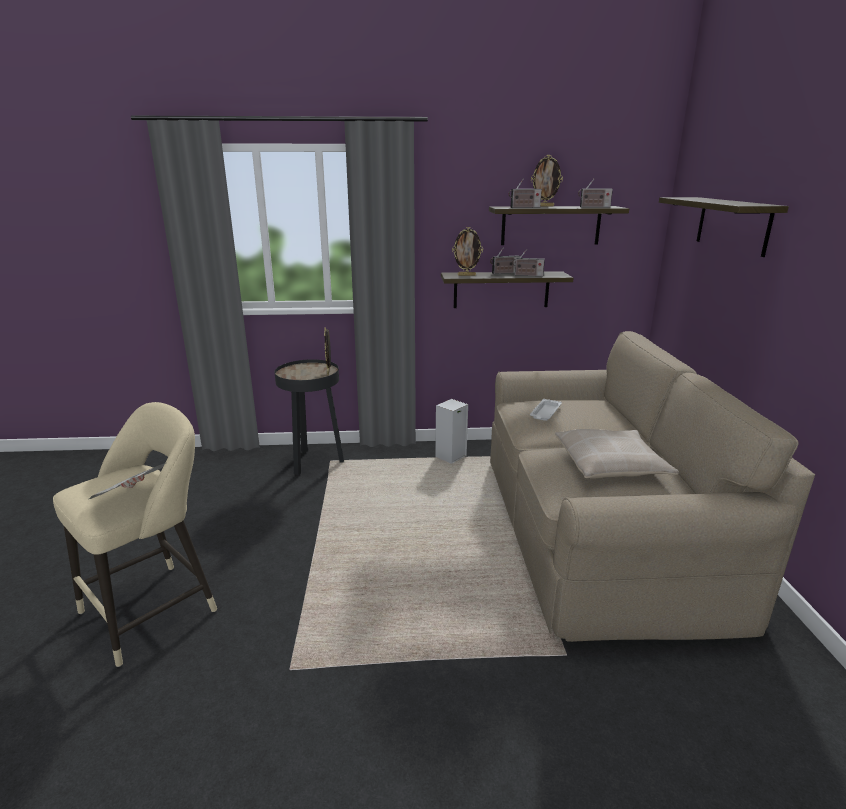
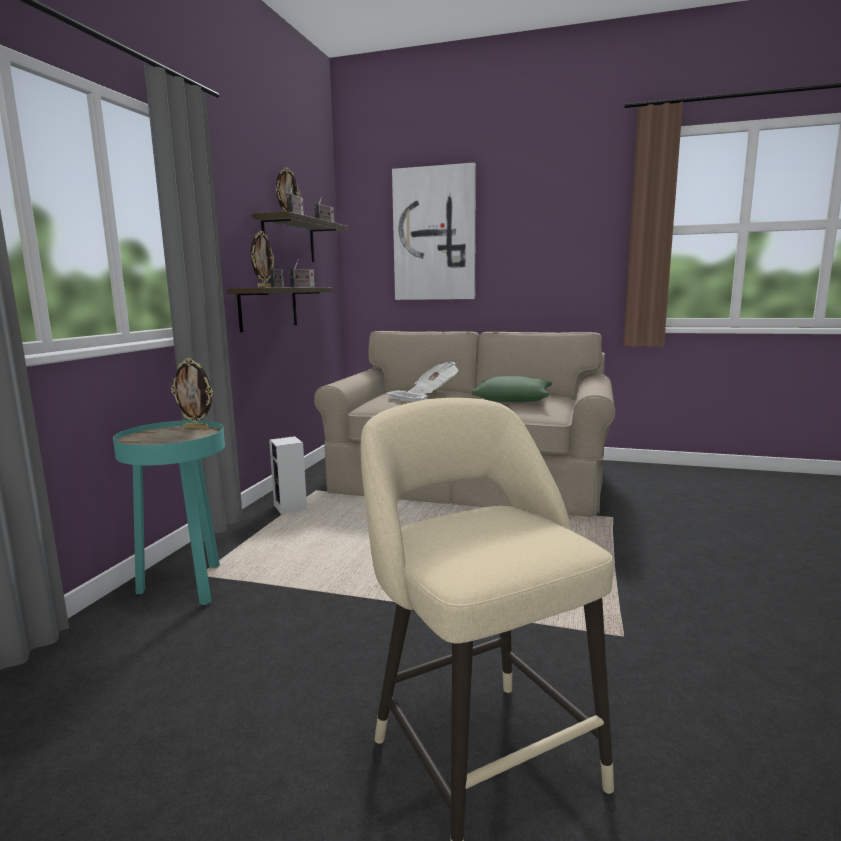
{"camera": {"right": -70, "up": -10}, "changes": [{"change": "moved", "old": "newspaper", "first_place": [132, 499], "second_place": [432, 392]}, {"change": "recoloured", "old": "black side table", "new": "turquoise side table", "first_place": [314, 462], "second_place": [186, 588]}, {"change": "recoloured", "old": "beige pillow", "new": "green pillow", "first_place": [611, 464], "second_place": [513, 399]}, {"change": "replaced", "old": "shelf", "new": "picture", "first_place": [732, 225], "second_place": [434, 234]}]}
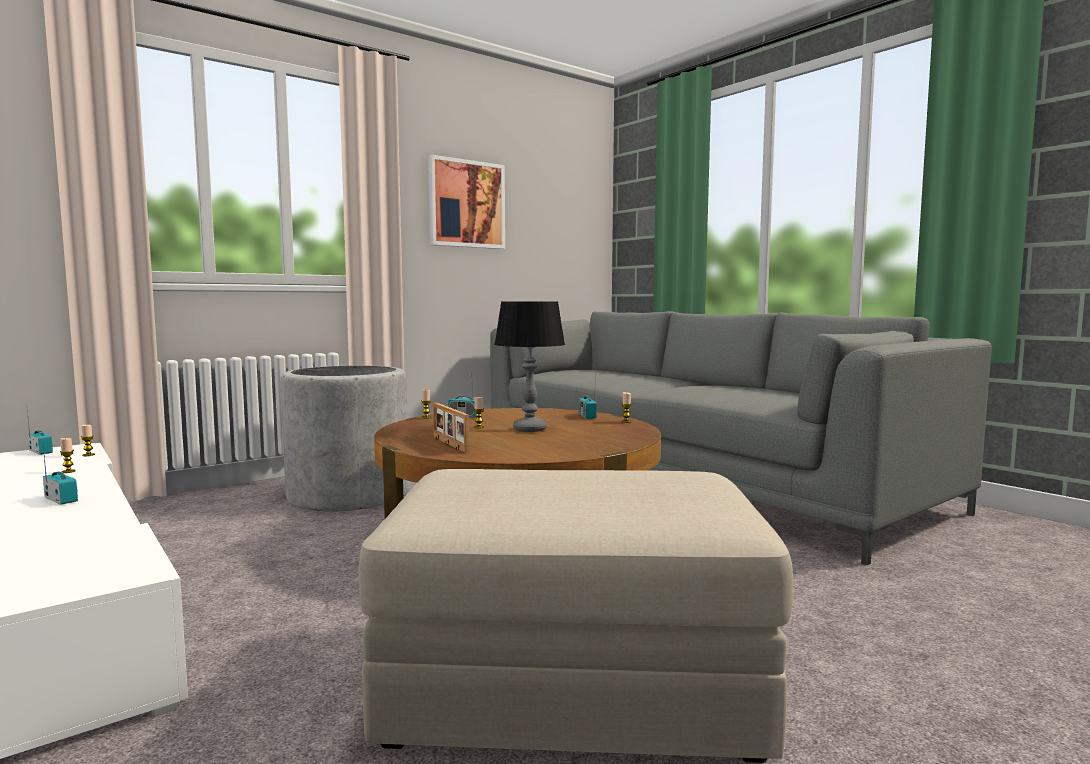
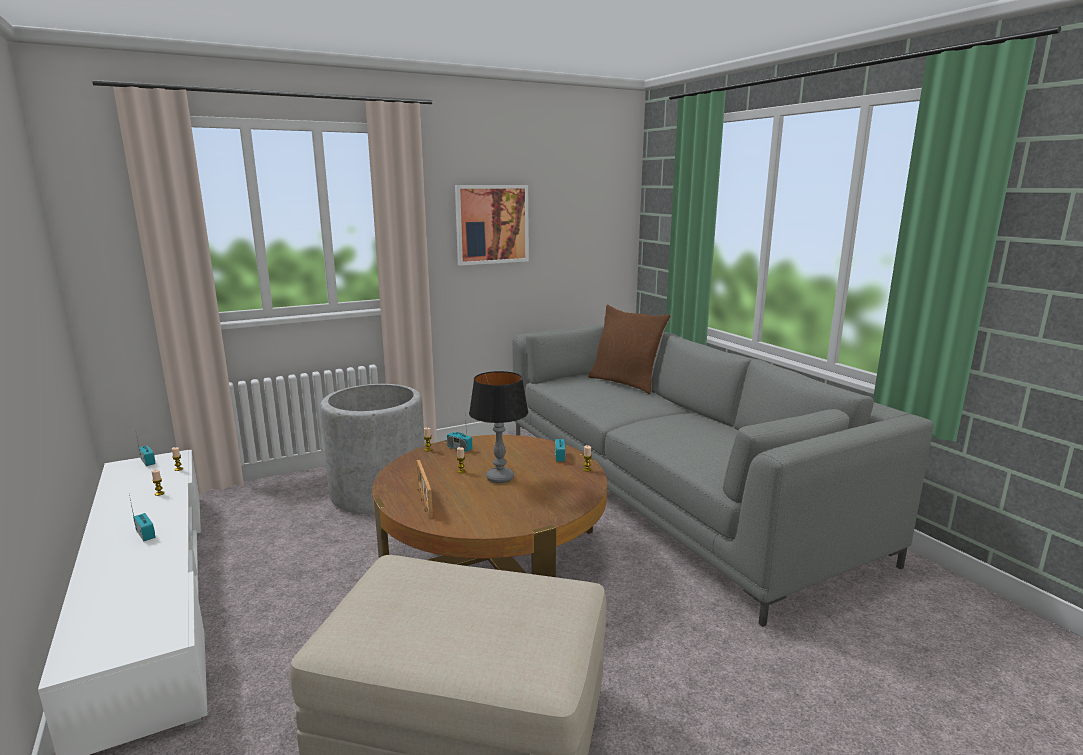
{"camera": {"right": 10, "up": 10}, "changes": [{"change": "added", "new": "brown pillow", "second_place": [626, 383]}]}
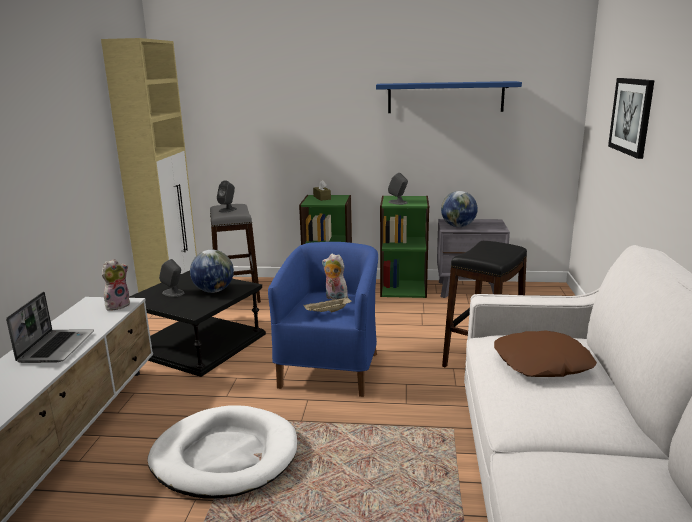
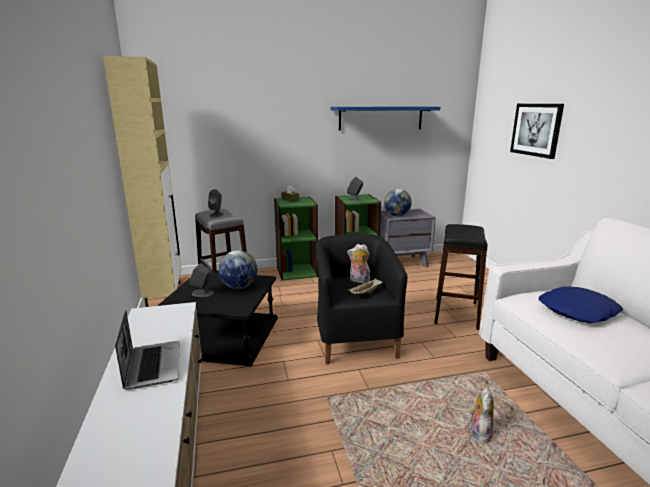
{"camera": {"right": -20, "up": 0}, "changes": [{"change": "moved", "old": "plush toy", "first_place": [118, 305], "second_place": [479, 433]}, {"change": "removed", "old": "white dog bed", "first_place": [225, 456]}, {"change": "recoloured", "old": "blue armchair", "new": "black armchair", "first_place": [331, 367], "second_place": [354, 338]}, {"change": "recoloured", "old": "brown pillow", "new": "blue pillow", "first_place": [542, 363], "second_place": [578, 311]}]}
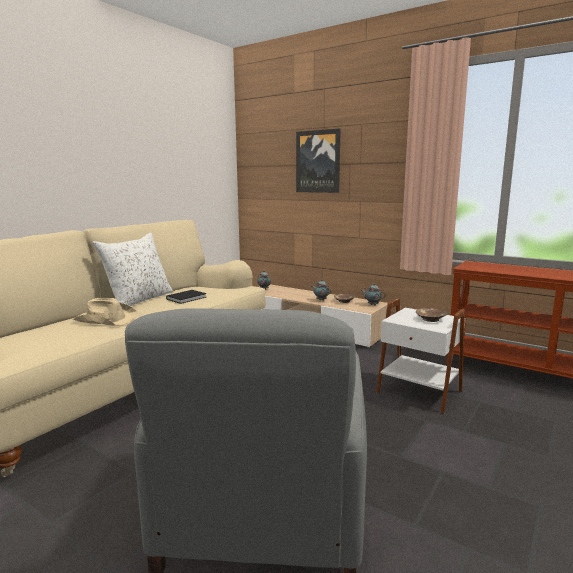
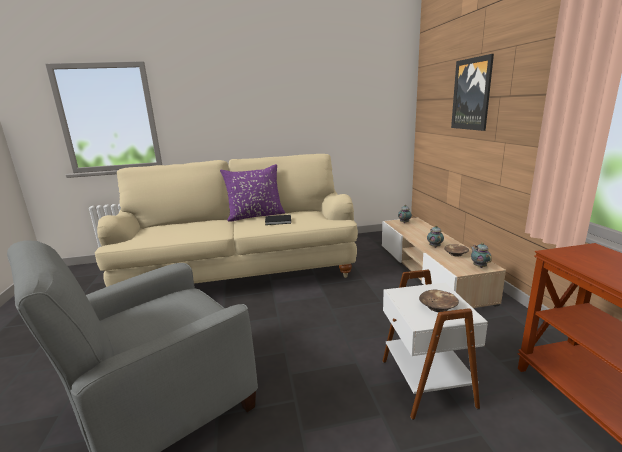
{"camera": {"right": 45, "up": 5}, "changes": [{"change": "removed", "old": "beige hat", "first_place": [106, 319]}, {"change": "recoloured", "old": "white pillow", "new": "purple pillow", "first_place": [139, 300], "second_place": [255, 216]}]}
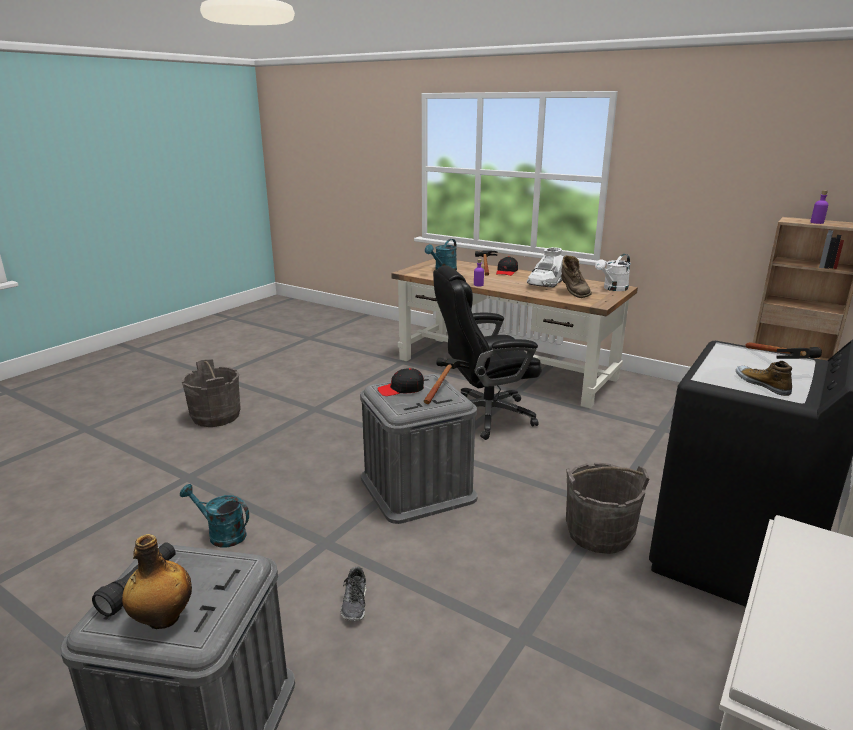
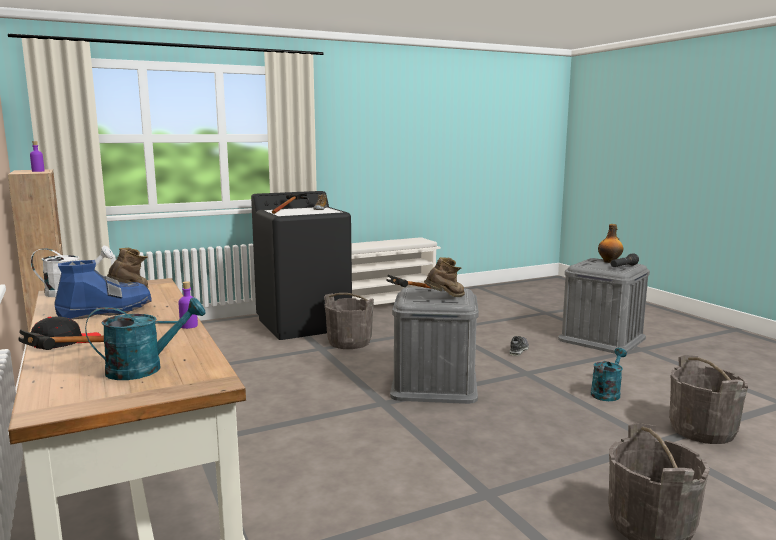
{"camera": {"right": -150, "up": -10}, "changes": [{"change": "turned", "old": "turquoise watering can", "first_place": [221, 534], "second_place": [607, 393], "degrees": -105}, {"change": "replaced", "old": "black cap", "new": "brown boot", "first_place": [401, 389], "second_place": [445, 298]}, {"change": "removed", "old": "black office chair", "first_place": [484, 415]}, {"change": "recoloured", "old": "white boot", "new": "blue boot", "first_place": [546, 283], "second_place": [106, 311]}, {"change": "added", "new": "grey bucket", "second_place": [702, 430]}]}
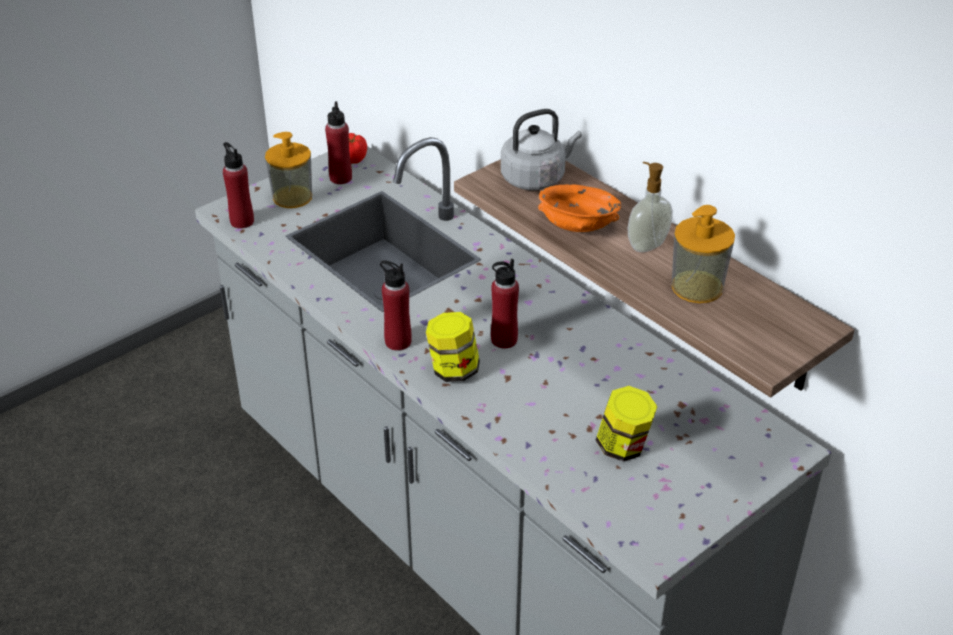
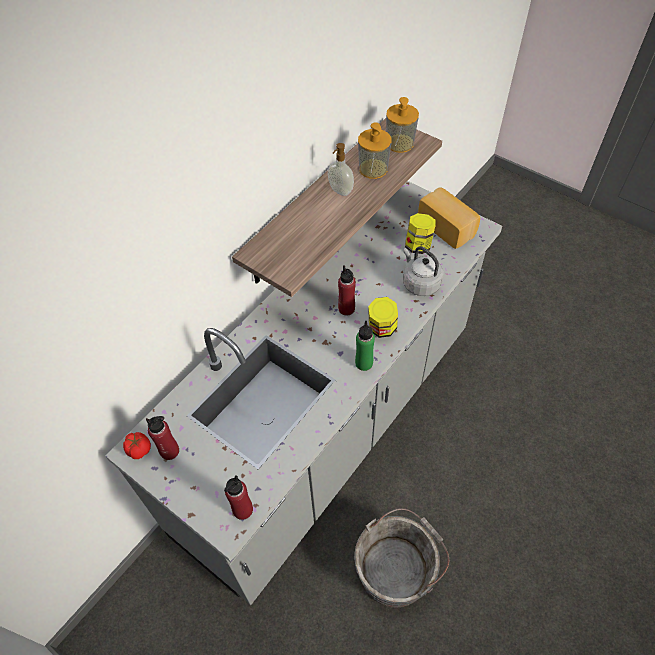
{"camera": {"right": -100, "up": 15}, "changes": [{"change": "moved", "old": "soap dispenser", "first_place": [292, 197], "second_place": [400, 143]}, {"change": "recoloured", "old": "red bottle", "new": "green bottle", "first_place": [398, 341], "second_place": [364, 363]}, {"change": "moved", "old": "grey kettle", "first_place": [536, 178], "second_place": [419, 283]}, {"change": "removed", "old": "orange bowl", "first_place": [578, 226]}, {"change": "added", "new": "grey bucket", "second_place": [397, 567]}, {"change": "added", "new": "bread", "second_place": [448, 227]}]}
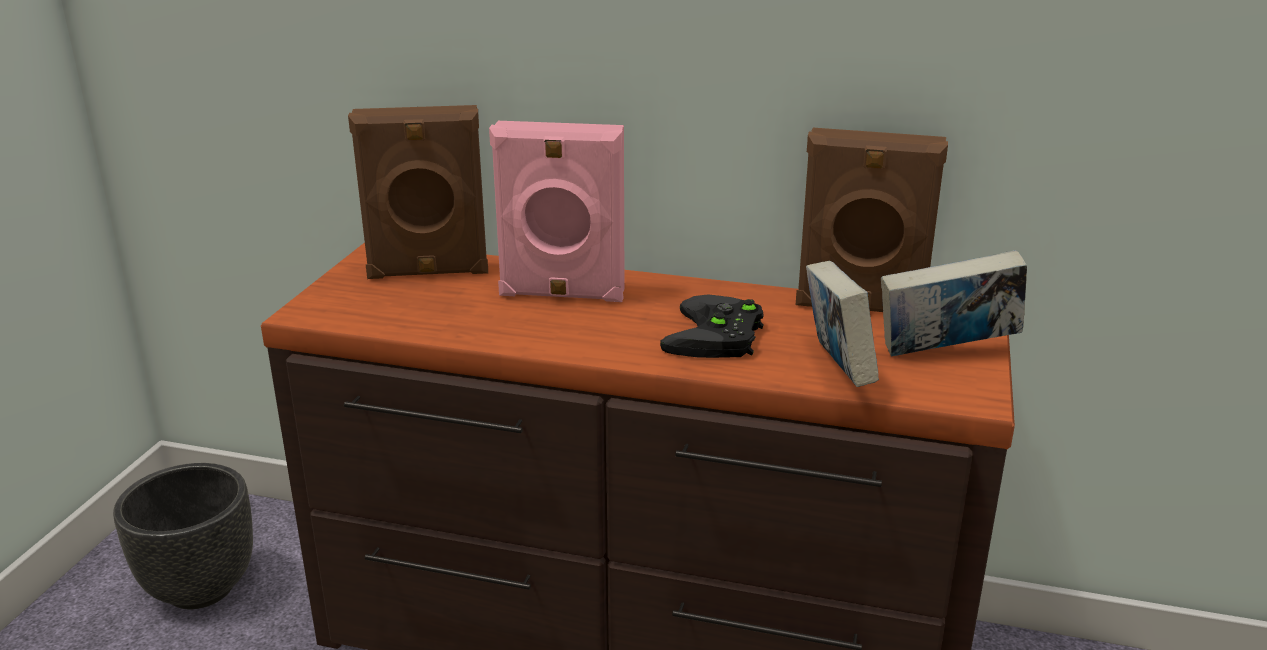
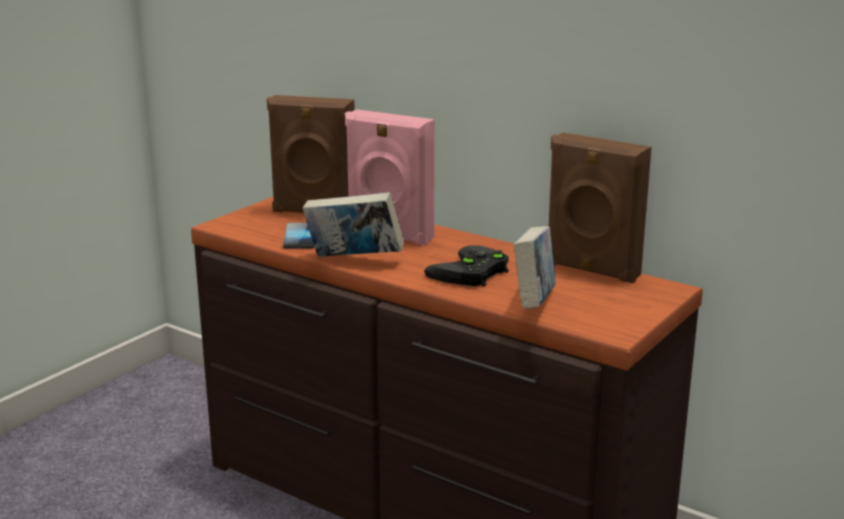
{"camera": {"right": 20, "up": -5}, "changes": [{"change": "removed", "old": "black planter", "first_place": [199, 589]}, {"change": "moved", "old": "book", "first_place": [945, 354], "second_place": [354, 260]}, {"change": "added", "new": "phone", "second_place": [300, 237]}]}
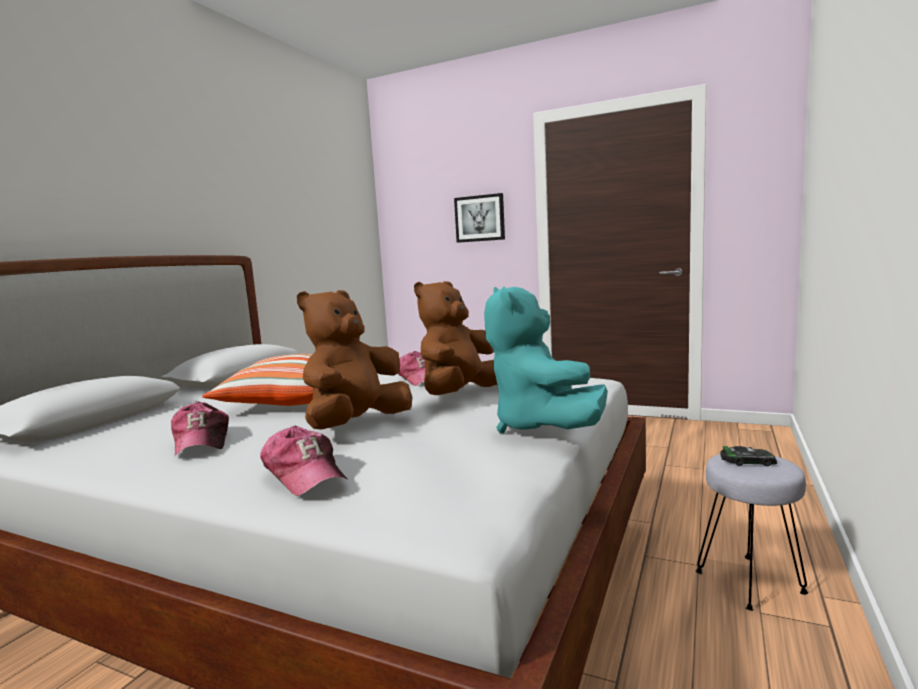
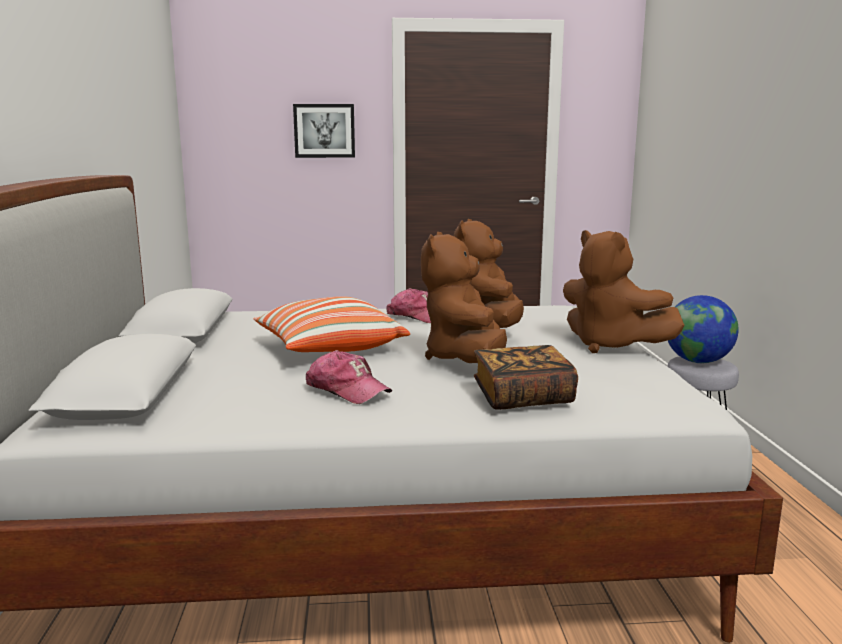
{"camera": {"right": -30, "up": 5}, "changes": [{"change": "replaced", "old": "cap", "new": "book", "first_place": [305, 474], "second_place": [522, 397]}, {"change": "recoloured", "old": "turquoise plush toy", "new": "brown plush toy", "first_place": [540, 427], "second_place": [610, 345]}, {"change": "replaced", "old": "toy car", "new": "globe", "first_place": [747, 461], "second_place": [698, 361]}]}
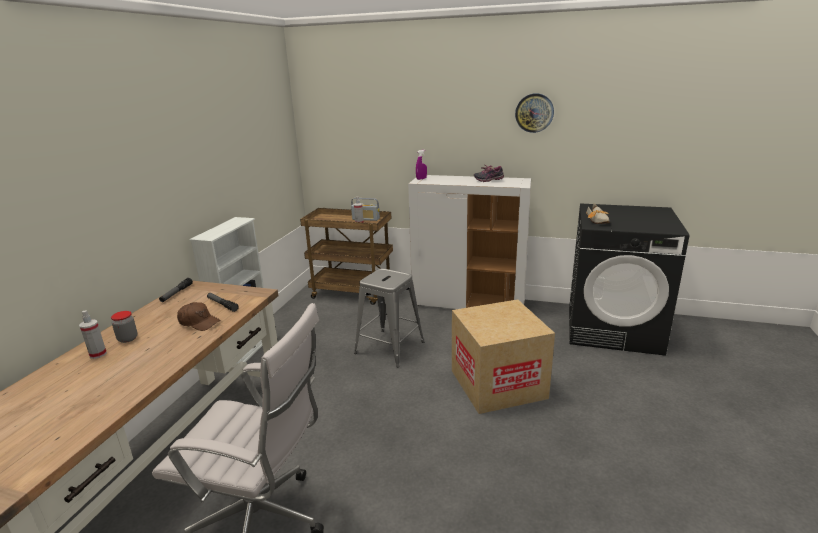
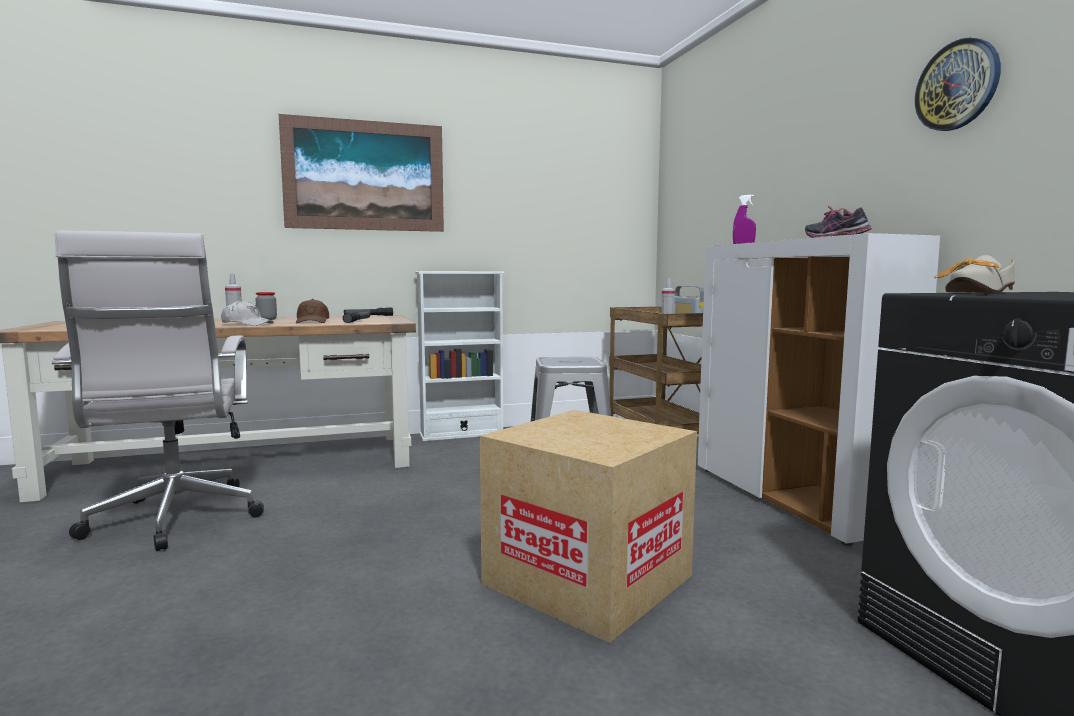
{"camera": {"right": 55, "up": -15}, "changes": [{"change": "added", "new": "white cap", "second_place": [247, 324]}, {"change": "added", "new": "picture", "second_place": [365, 176]}]}
